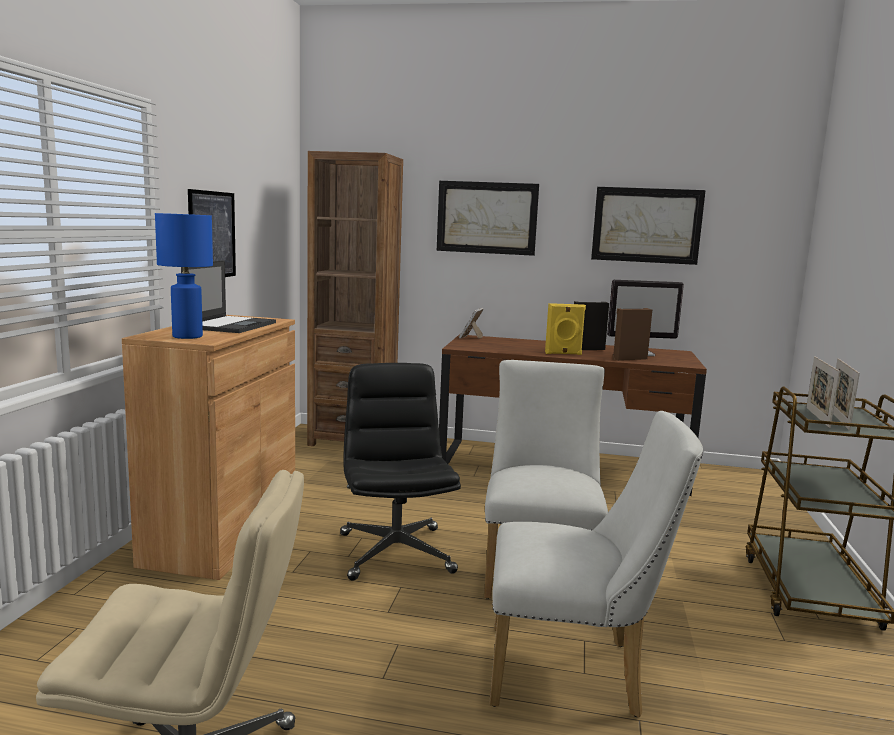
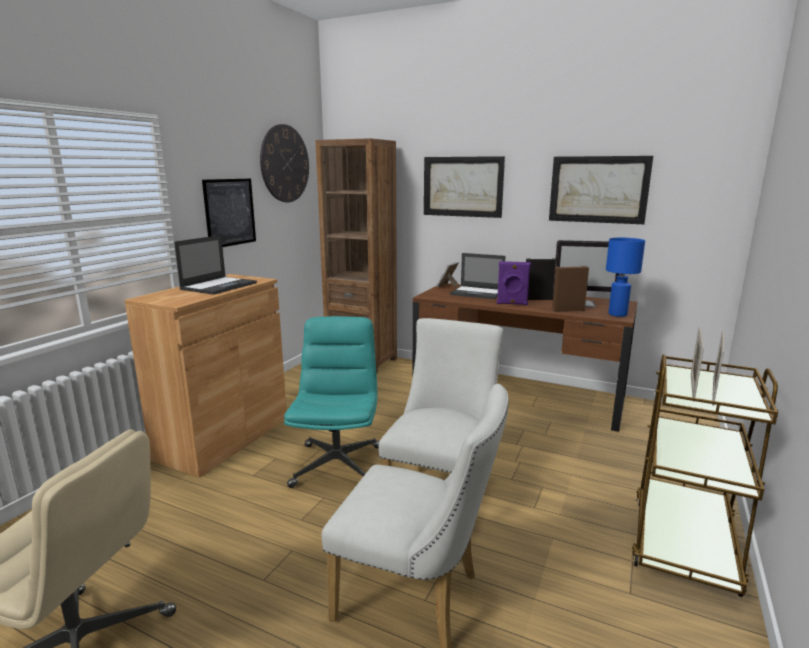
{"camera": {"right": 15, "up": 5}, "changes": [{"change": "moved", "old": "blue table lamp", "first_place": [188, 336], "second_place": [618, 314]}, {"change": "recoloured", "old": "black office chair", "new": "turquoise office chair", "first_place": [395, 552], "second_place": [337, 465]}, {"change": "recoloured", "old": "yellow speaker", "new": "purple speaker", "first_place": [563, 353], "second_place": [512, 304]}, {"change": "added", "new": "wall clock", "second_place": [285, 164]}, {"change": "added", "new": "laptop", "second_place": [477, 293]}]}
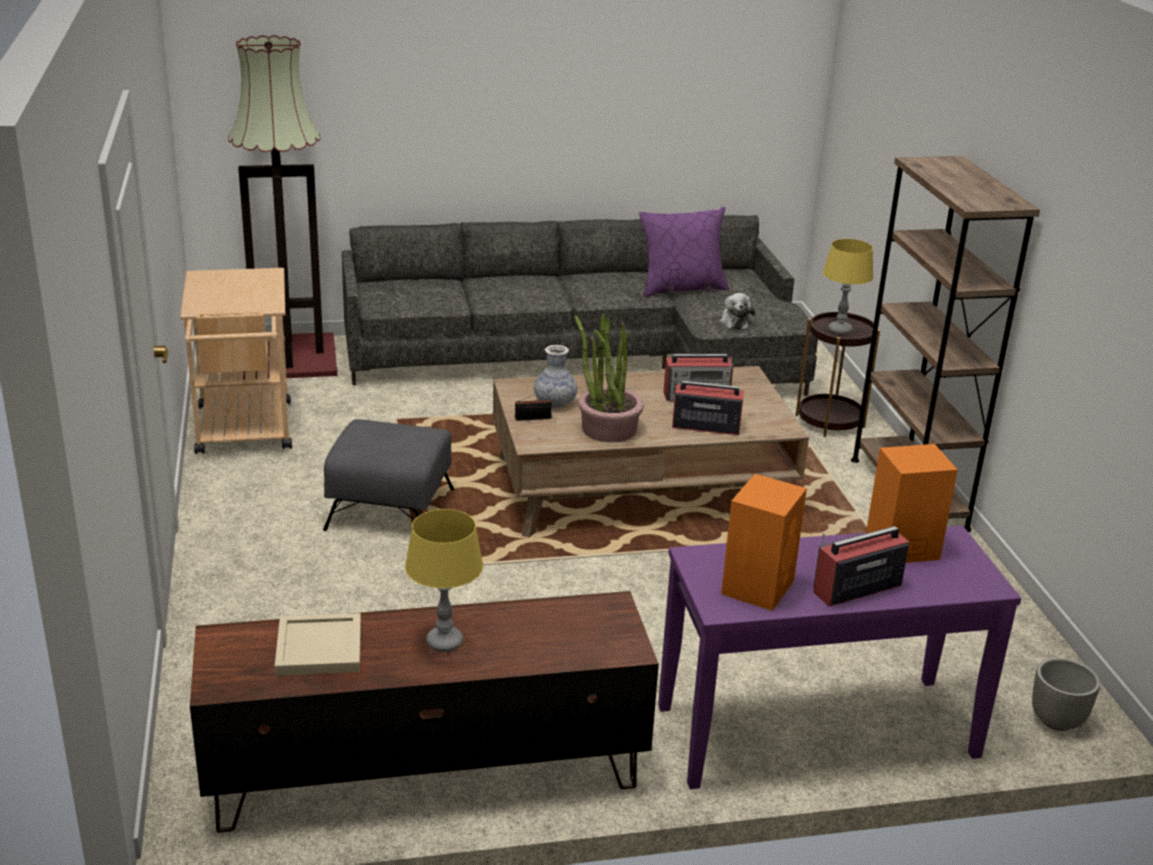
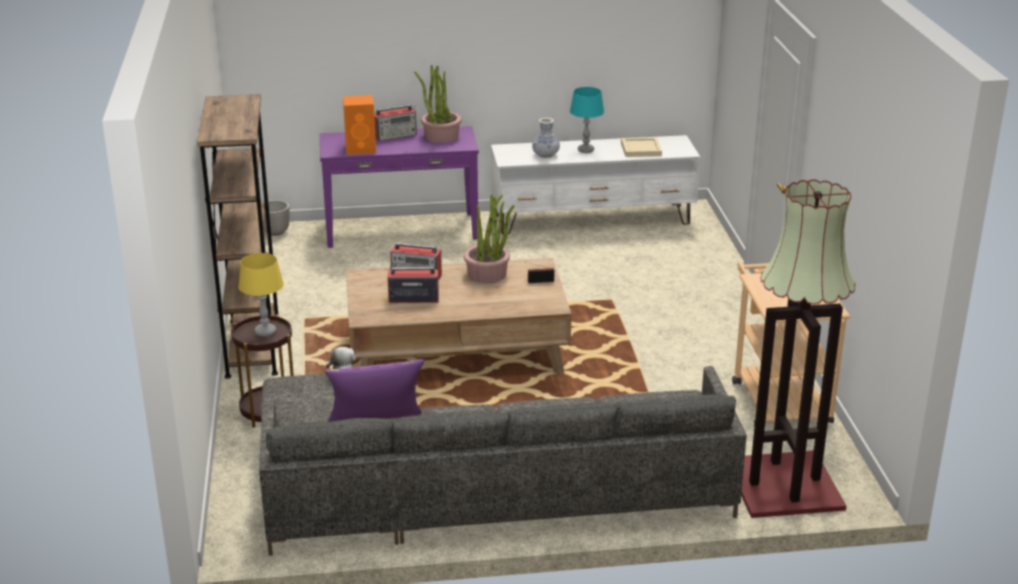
{"camera": {"right": -175, "up": 0}, "changes": [{"change": "recoloured", "old": "brown tv stand", "new": "white tv stand", "first_place": [425, 773], "second_place": [593, 219]}, {"change": "removed", "old": "grey ottoman", "first_place": [391, 510]}, {"change": "recoloured", "old": "yellow table lamp", "new": "turquoise table lamp", "first_place": [444, 642], "second_place": [586, 150]}, {"change": "moved", "old": "vase", "first_place": [555, 403], "second_place": [545, 155]}, {"change": "replaced", "old": "orange speaker", "new": "potted plant", "first_place": [758, 586], "second_place": [441, 136]}]}
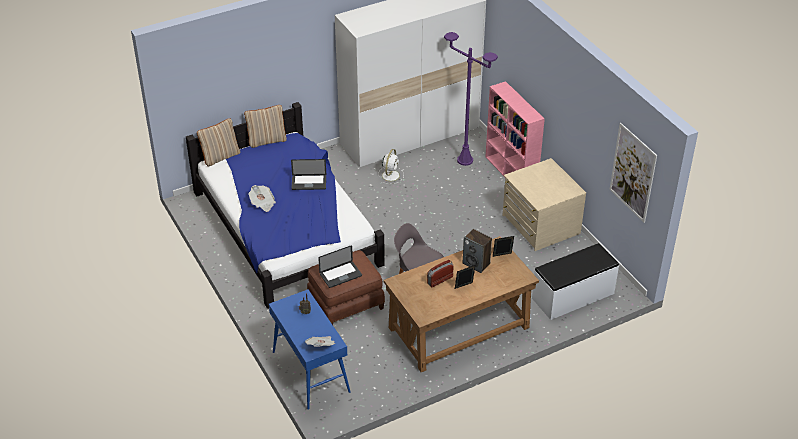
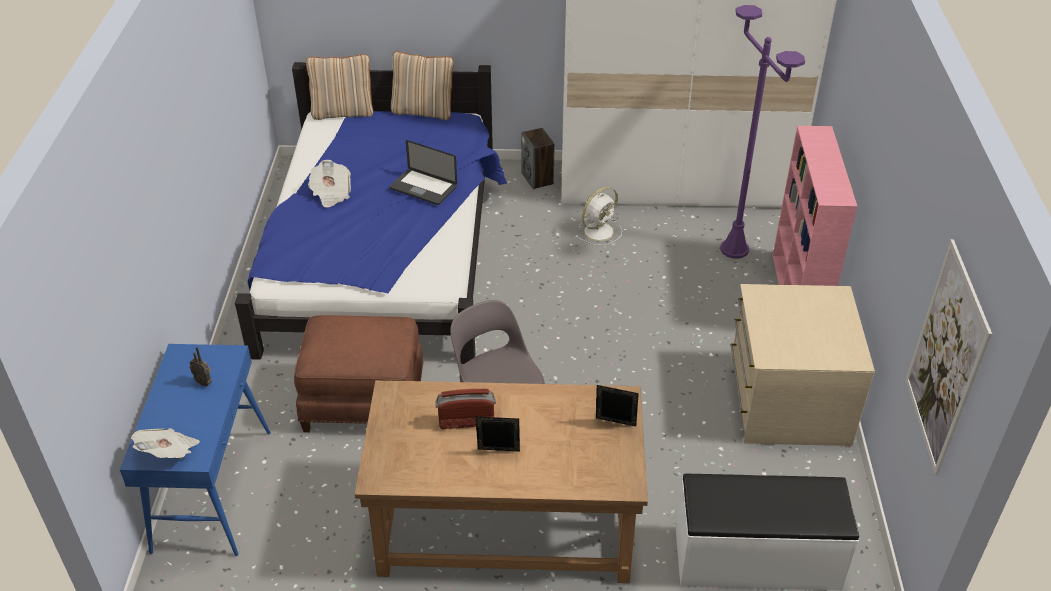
{"camera": {"right": 30, "up": 0}, "changes": [{"change": "removed", "old": "laptop", "first_place": [340, 275]}, {"change": "moved", "old": "speaker", "first_place": [476, 264], "second_place": [537, 178]}]}
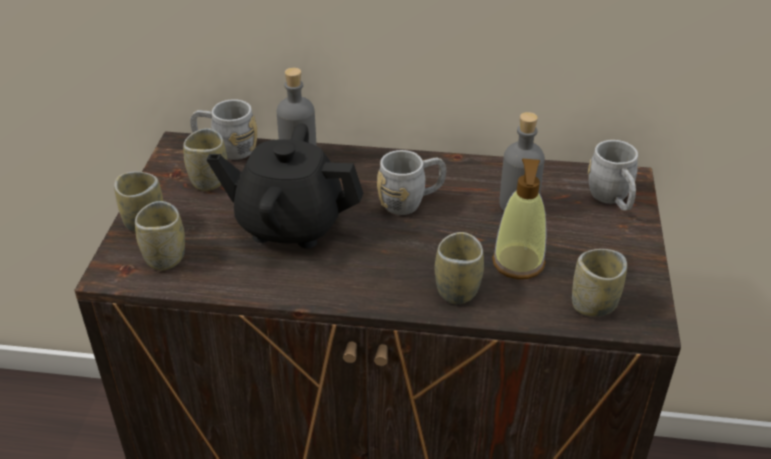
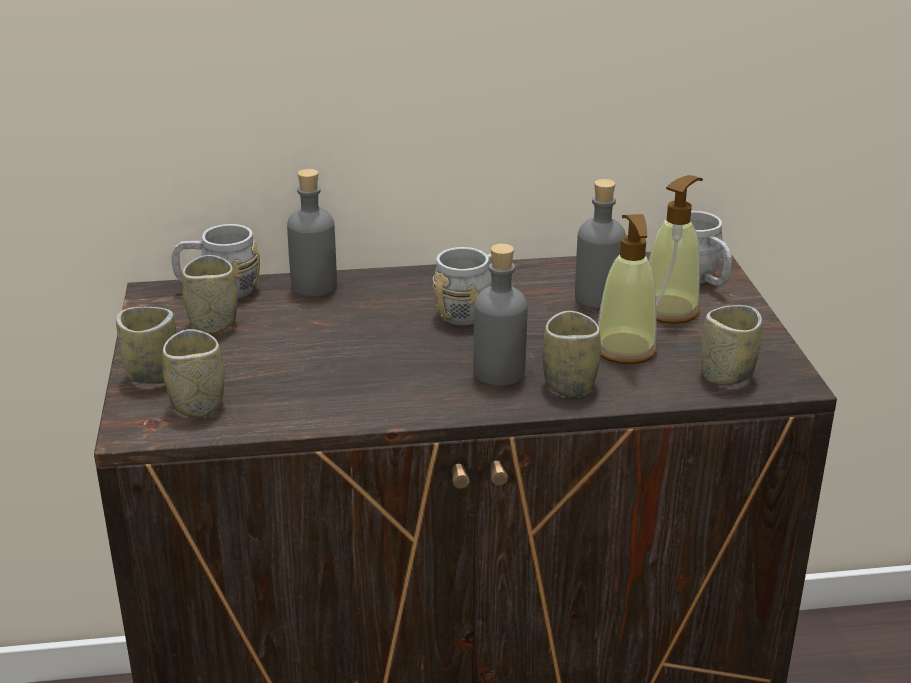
{"camera": {"right": -15, "up": -10}, "changes": [{"change": "removed", "old": "black teapot", "first_place": [289, 224]}, {"change": "added", "new": "grey bottle", "second_place": [499, 373]}, {"change": "added", "new": "soap dispenser", "second_place": [670, 310]}]}
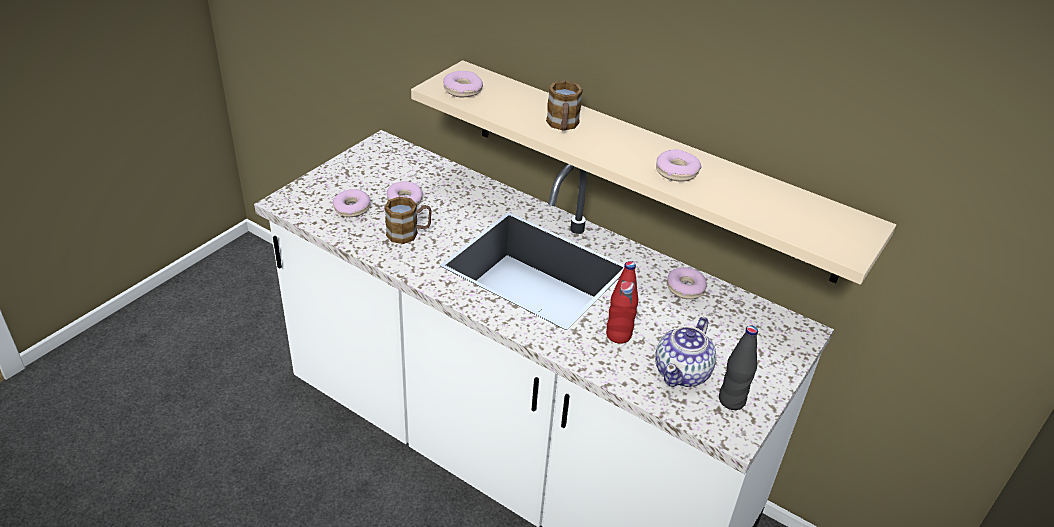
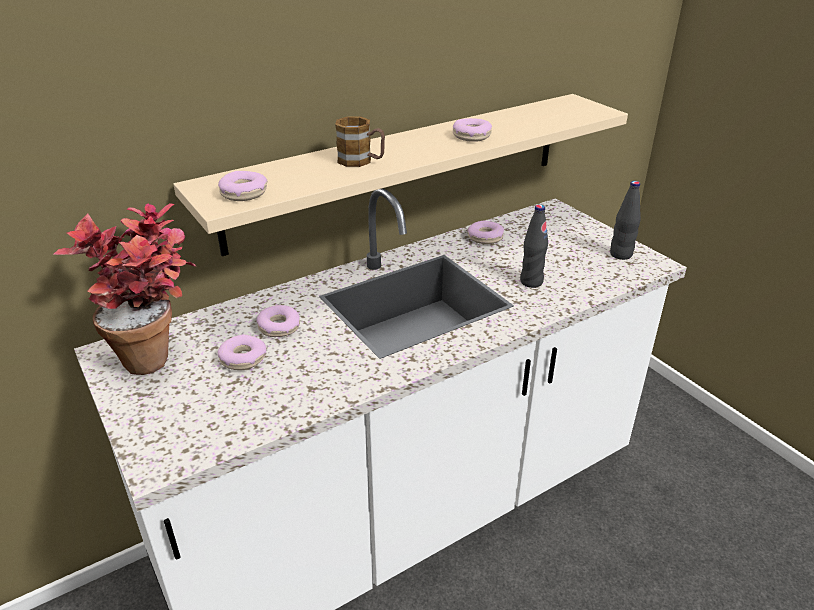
{"camera": {"right": -65, "up": -5}, "changes": [{"change": "moved", "old": "donut", "first_place": [352, 208], "second_place": [279, 327]}, {"change": "removed", "old": "mug", "first_place": [409, 233]}, {"change": "recoloured", "old": "red bottle", "new": "black bottle", "first_place": [618, 335], "second_place": [531, 282]}, {"change": "removed", "old": "teapot", "first_place": [683, 372]}, {"change": "added", "new": "potted plant", "second_place": [159, 353]}]}
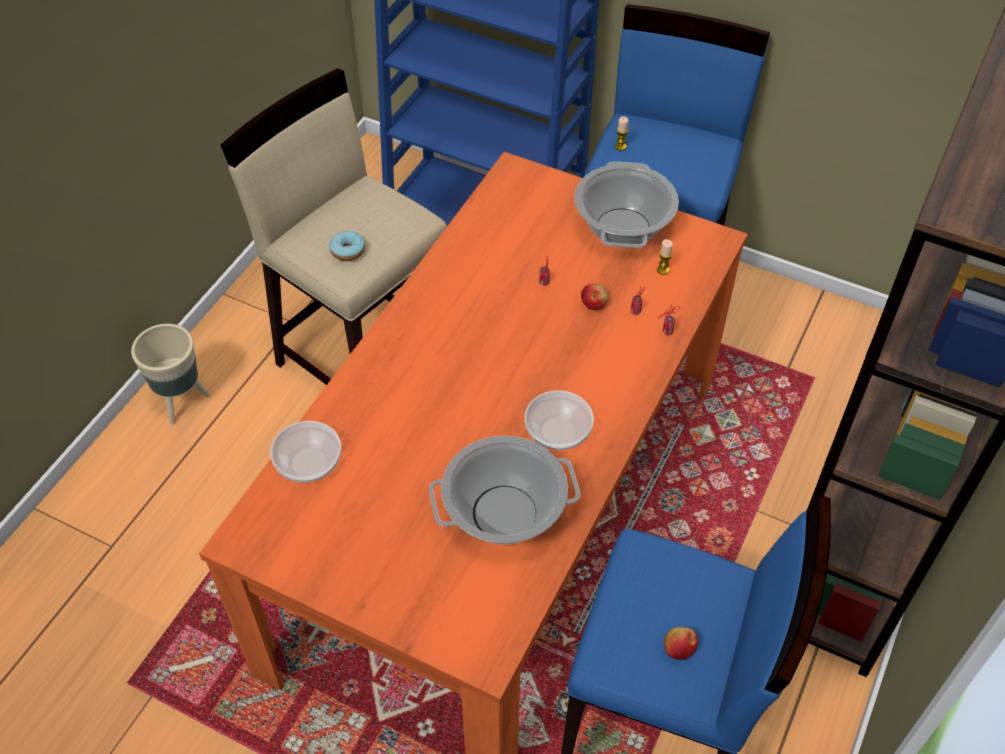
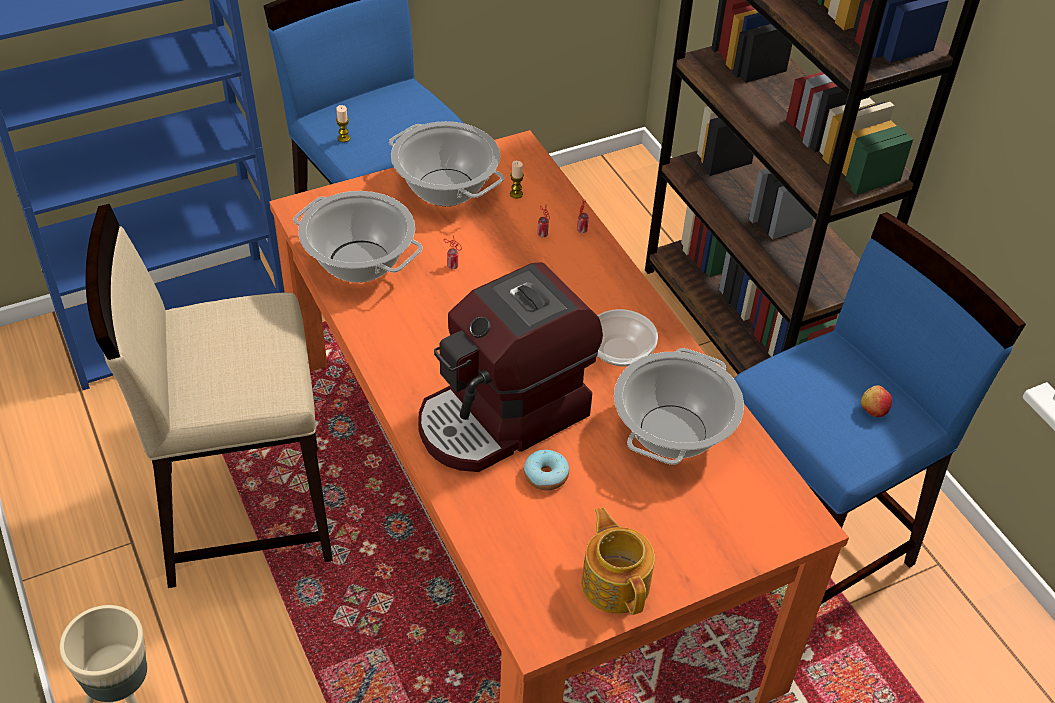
{"camera": {"right": -55, "up": -5}, "changes": [{"change": "removed", "old": "bowl", "first_place": [309, 462]}, {"change": "moved", "old": "donut", "first_place": [348, 251], "second_place": [546, 475]}, {"change": "removed", "old": "apple", "first_place": [594, 303]}, {"change": "added", "new": "cooking pot", "second_place": [358, 262]}, {"change": "added", "new": "coffee machine", "second_place": [503, 417]}, {"change": "added", "new": "teapot", "second_place": [615, 582]}]}
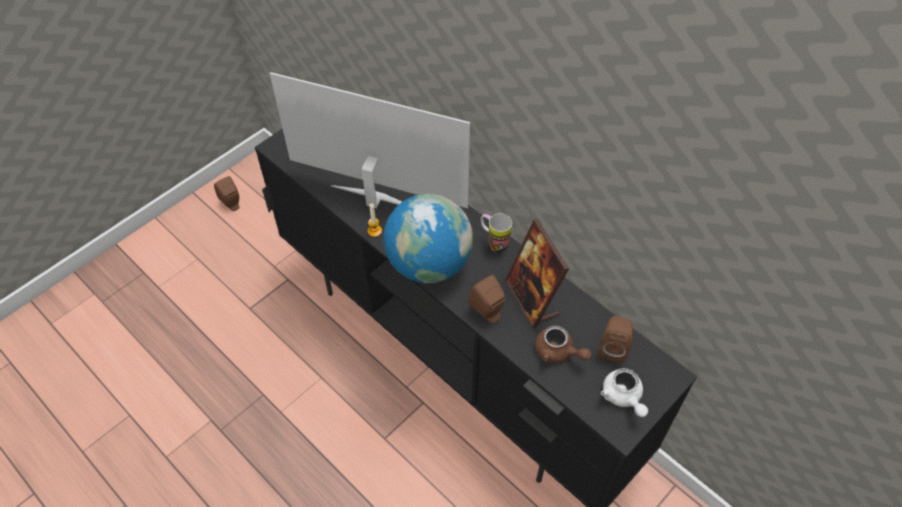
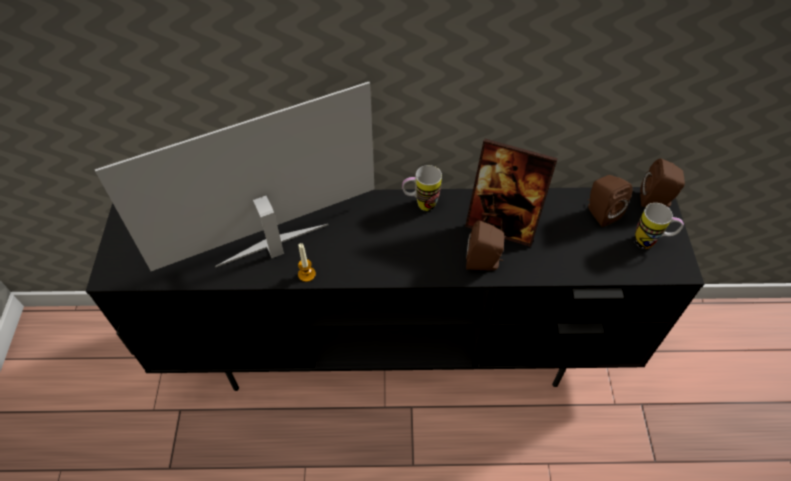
{"camera": {"right": -45, "up": 0}, "changes": [{"change": "moved", "old": "brown speaker", "first_place": [232, 204], "second_place": [656, 201]}, {"change": "removed", "old": "globe", "first_place": [429, 263]}, {"change": "removed", "old": "brown teapot", "first_place": [558, 352]}, {"change": "replaced", "old": "white teapot", "new": "mug", "first_place": [623, 397], "second_place": [650, 242]}]}
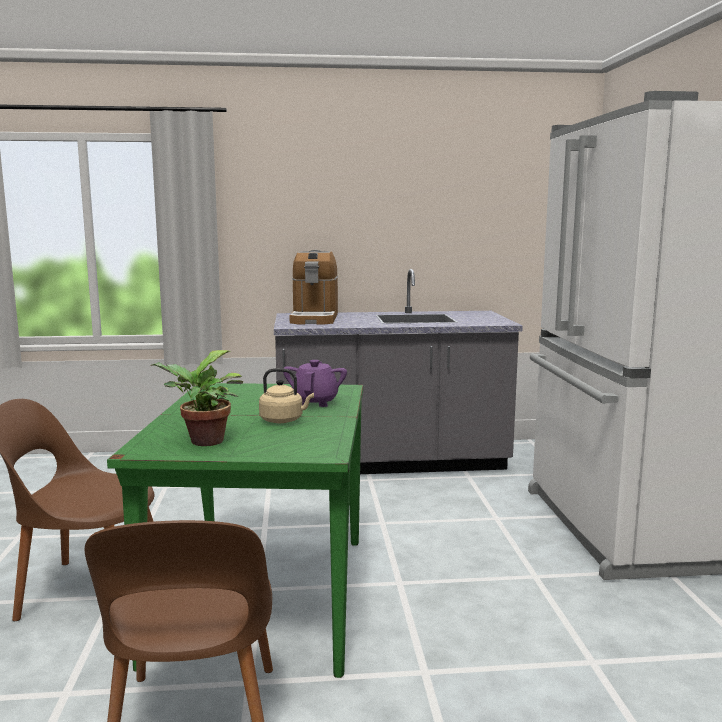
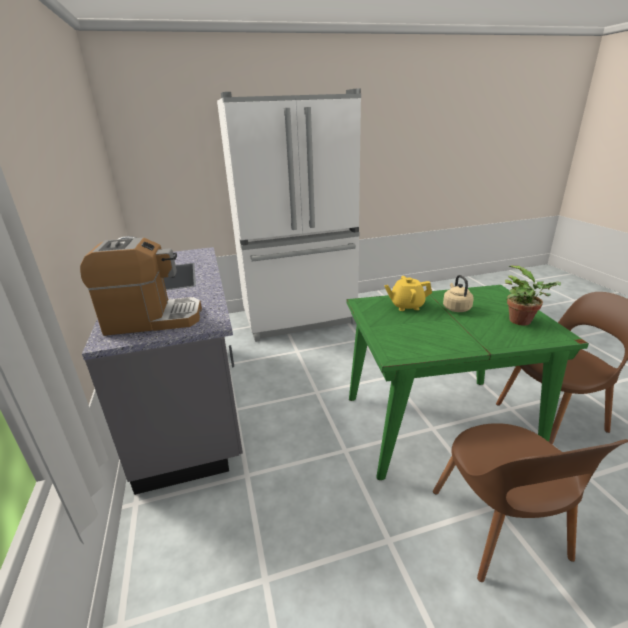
{"camera": {"right": -100, "up": 15}, "changes": [{"change": "recoloured", "old": "purple teapot", "new": "yellow teapot", "first_place": [315, 402], "second_place": [406, 306]}]}
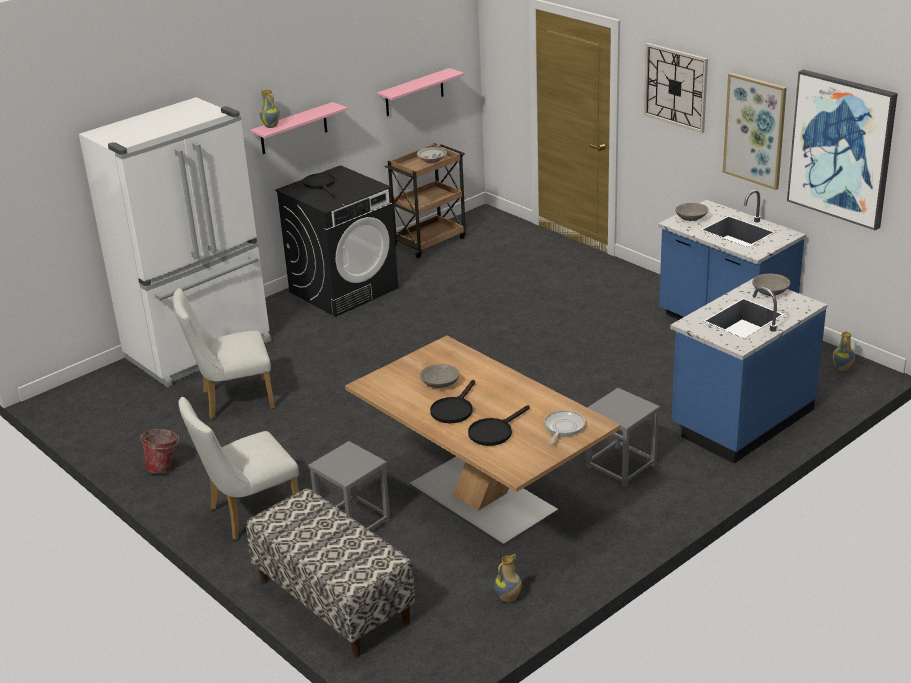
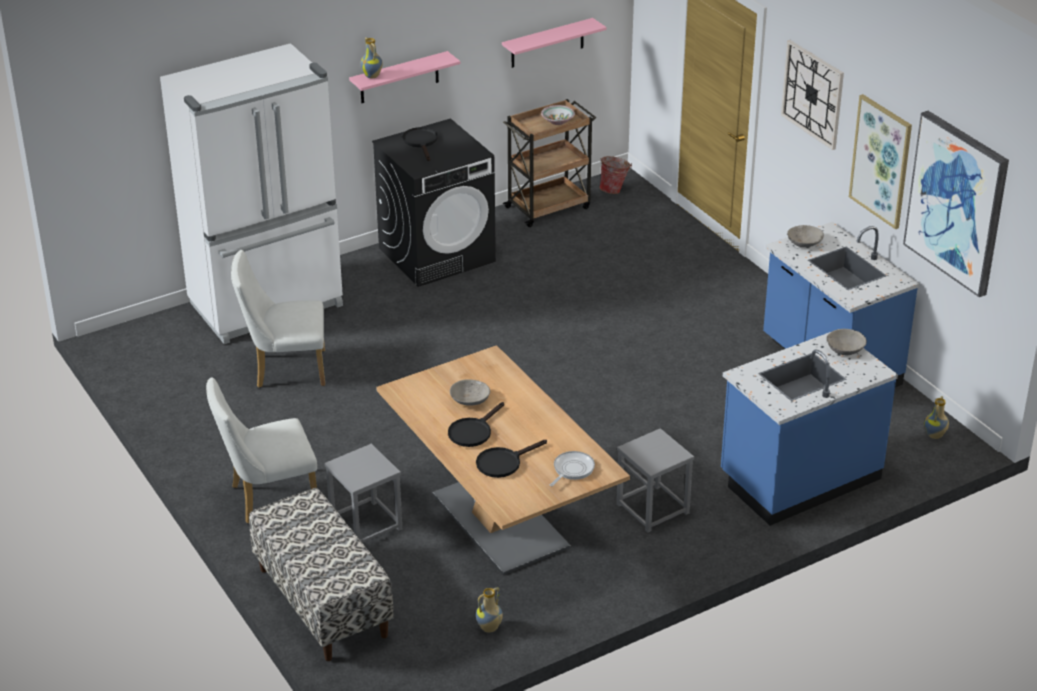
{"camera": {"right": 10, "up": 5}, "changes": [{"change": "moved", "old": "bucket", "first_place": [165, 467], "second_place": [614, 190]}]}
